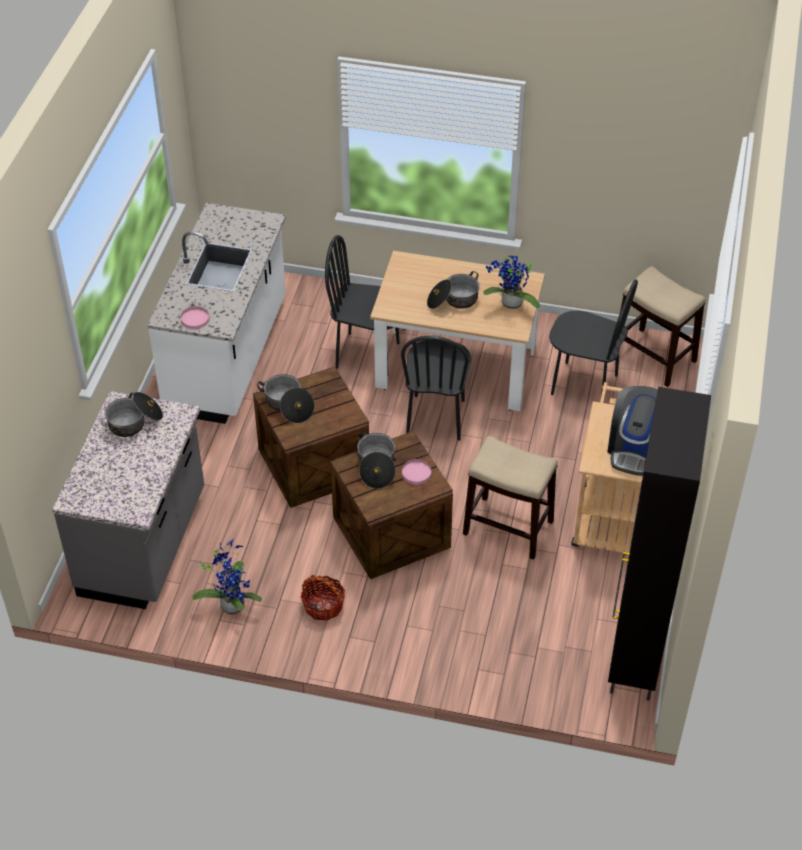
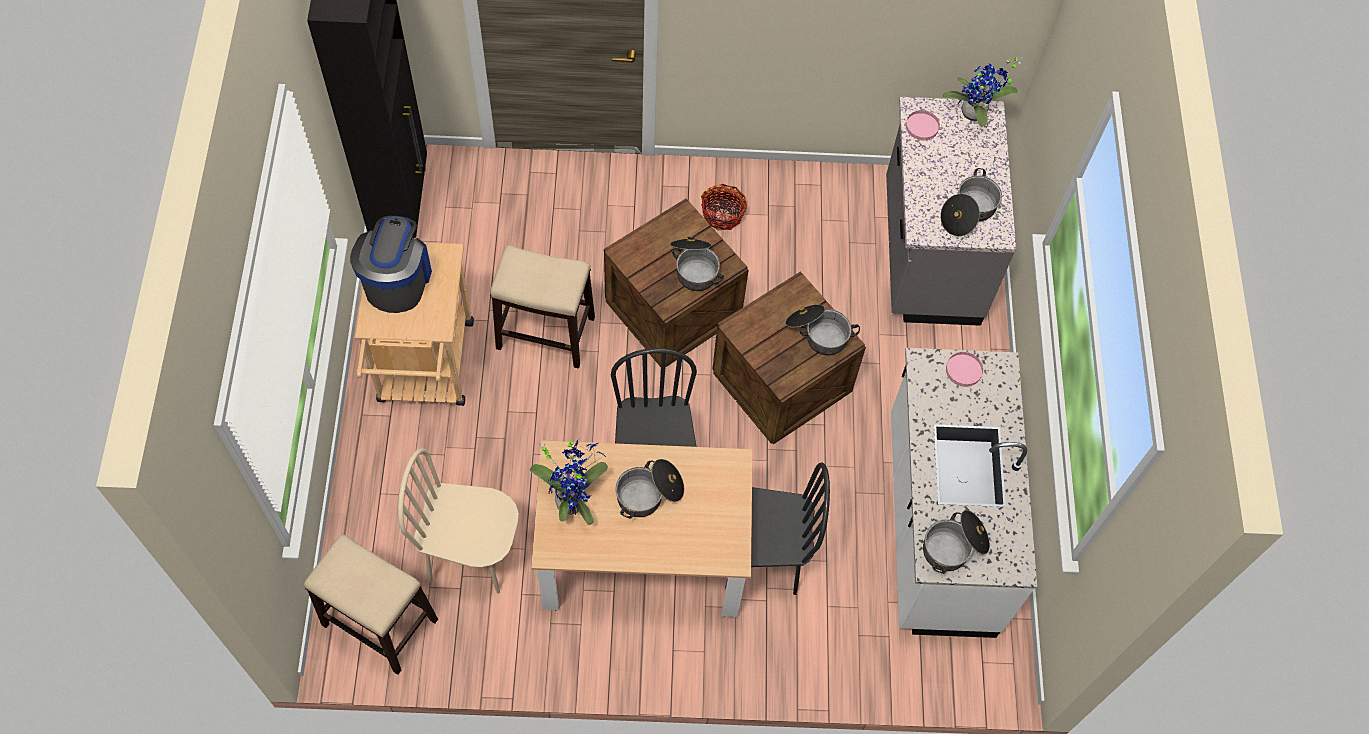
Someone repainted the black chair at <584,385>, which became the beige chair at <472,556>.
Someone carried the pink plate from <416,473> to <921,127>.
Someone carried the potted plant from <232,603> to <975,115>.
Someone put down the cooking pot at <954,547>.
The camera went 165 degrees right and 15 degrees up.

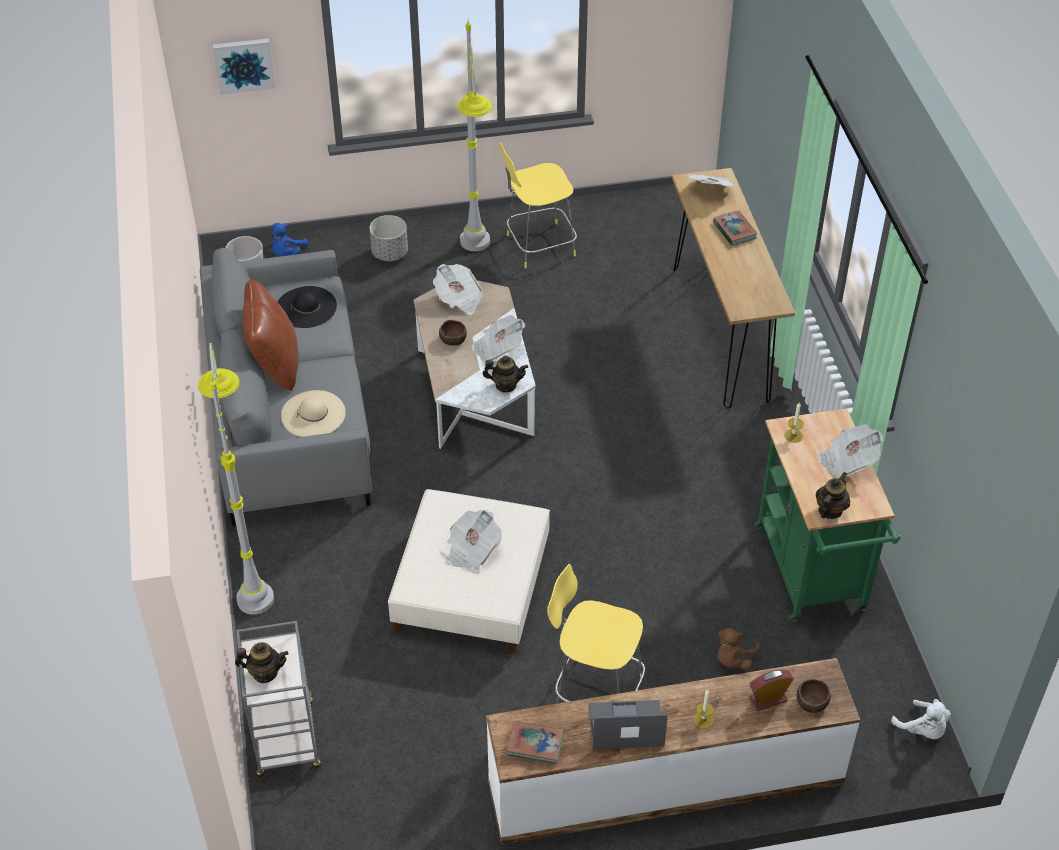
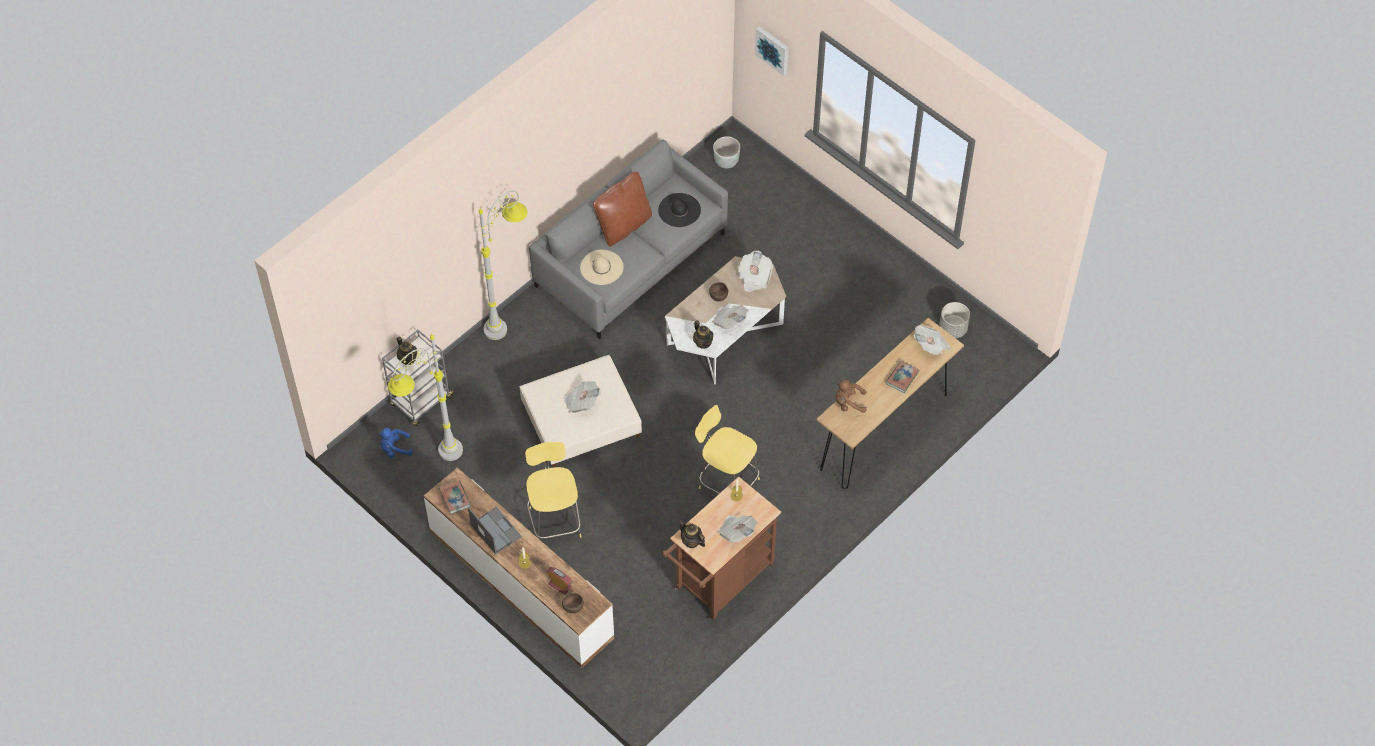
Someone carried the grey floor lamp from <477,258> to <433,462>.
Someone carried the yellow stool from <538,246> to <727,482>.
Someone carried the grey planter from <390,253> to <952,329>.
Someone carried the blue plush toy from <287,253> to <395,449>.
Someone repainted the green cart at <812,575>, which became the brown cart at <720,582>.
Someone rotated the teapot at <830,510> by 135 degrees counterclockwise.
Someone carried the brown plush toy from <733,659> to <848,403>.
Someone took away the white plush toy at <922,730>.
The camera went 55 degrees right and 10 degrees up.

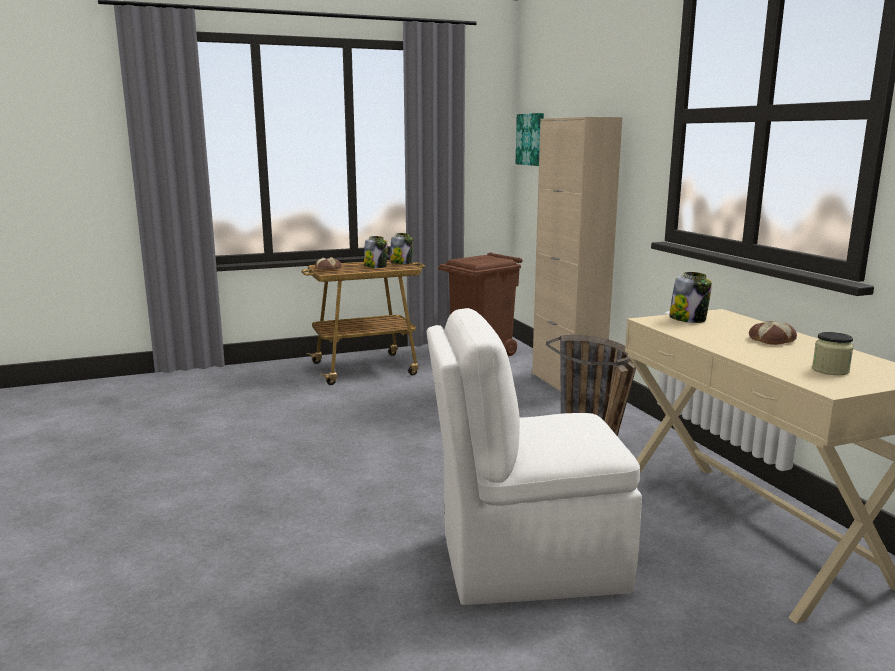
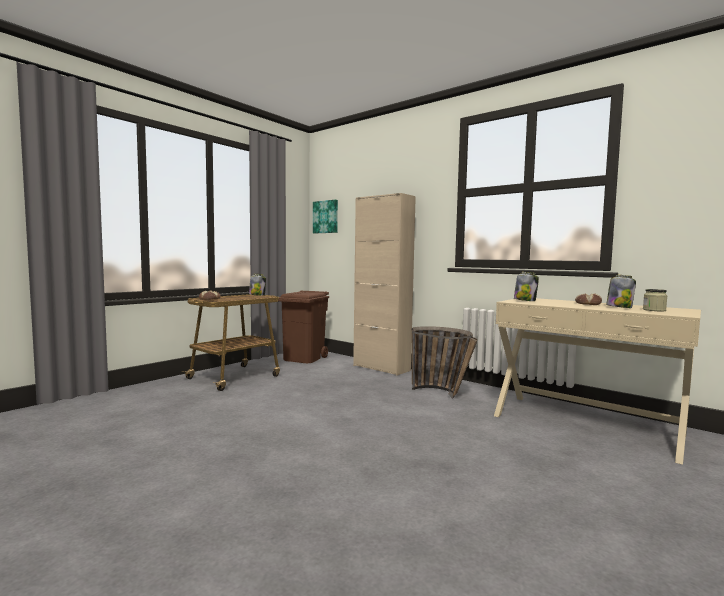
Someone carried the jar from <376,266> to <619,307>.
Someone took away the white chair at <526,562>.
The camera went 30 degrees left and 10 degrees down.

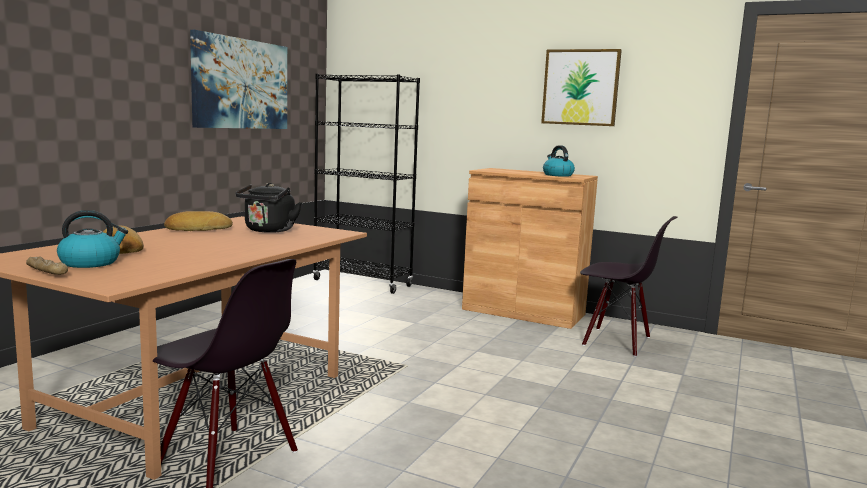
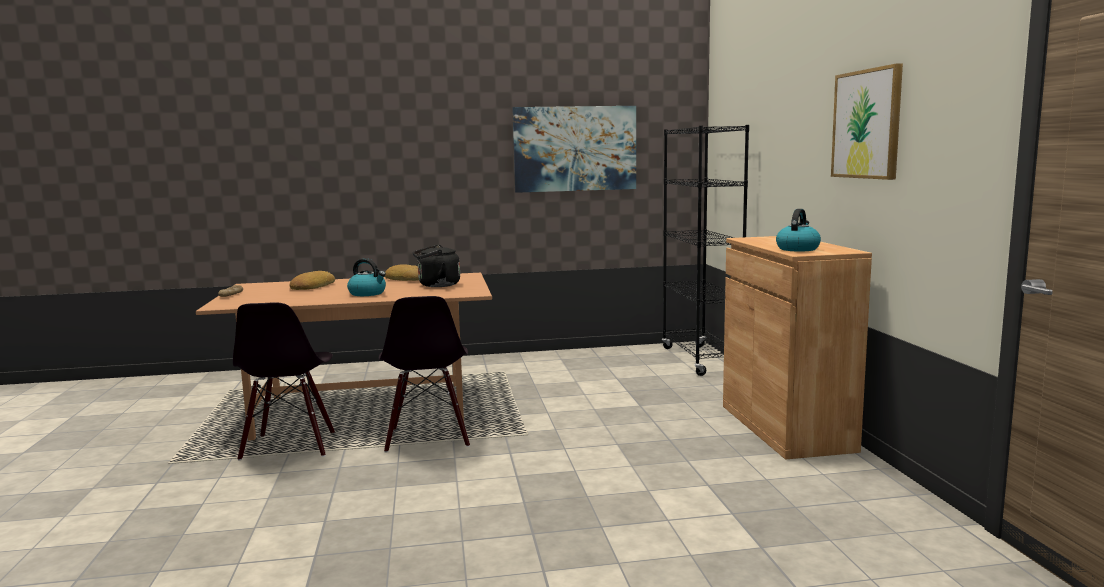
Someone carried the kettle from <91,263> to <368,293>.
Someone carried the black chair from <616,341> to <428,438>.
The camera went 55 degrees right and 0 degrees up.

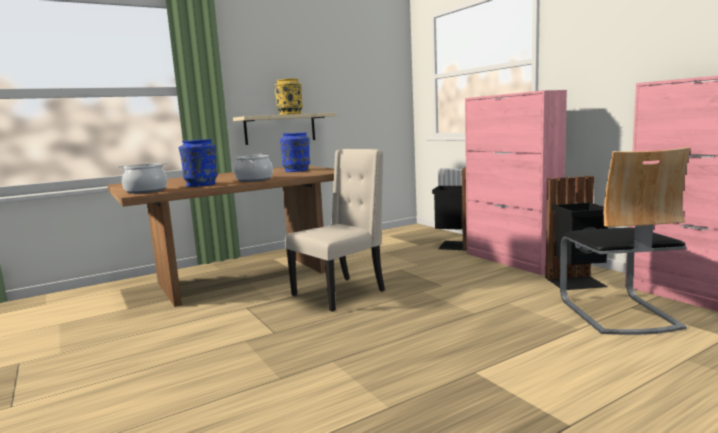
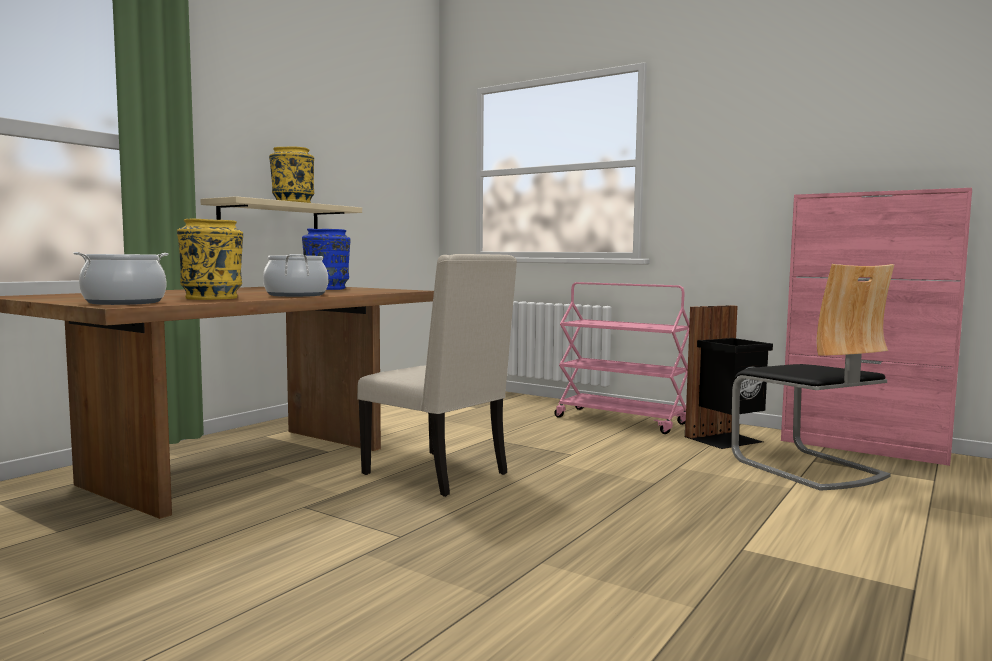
Someone swapped the pink cabinet at <511,261> for the pink cart at <621,420>.
Someone repainted the blue vase at <201,184>, which became the yellow vase at <212,298>.
Someone rotated the beige chair at <340,293> by 105 degrees clockwise.
Someone took away the black trash can at <453,245>.
The camera went 25 degrees left and 5 degrees down.

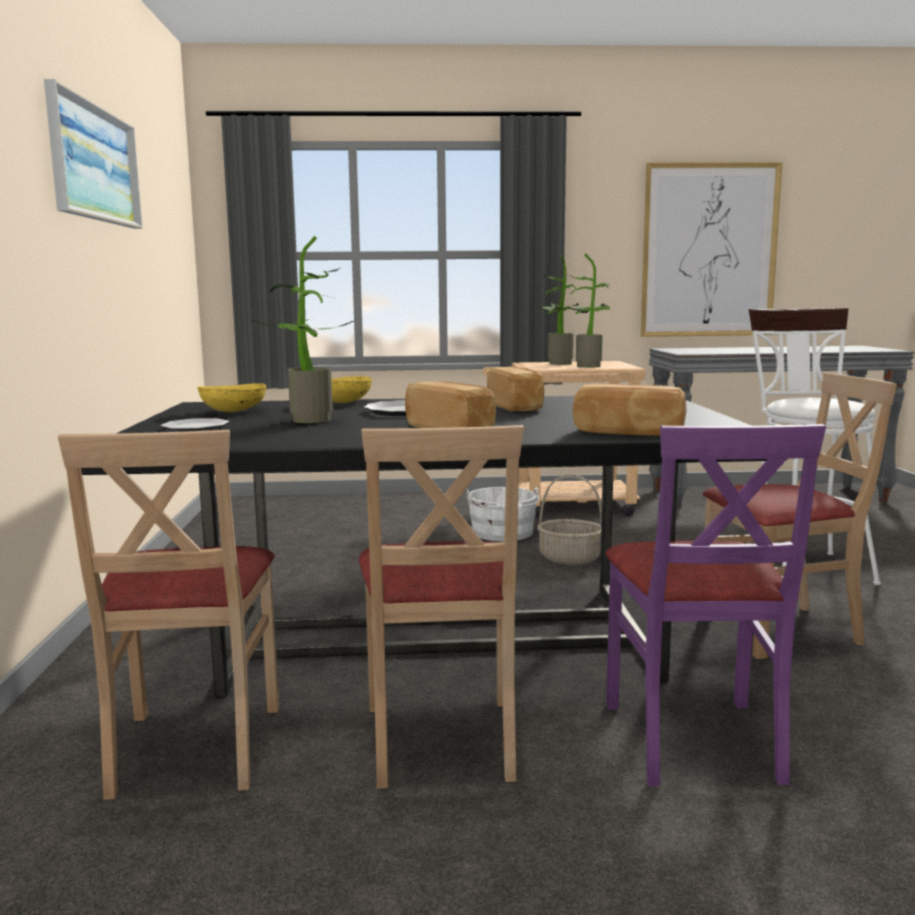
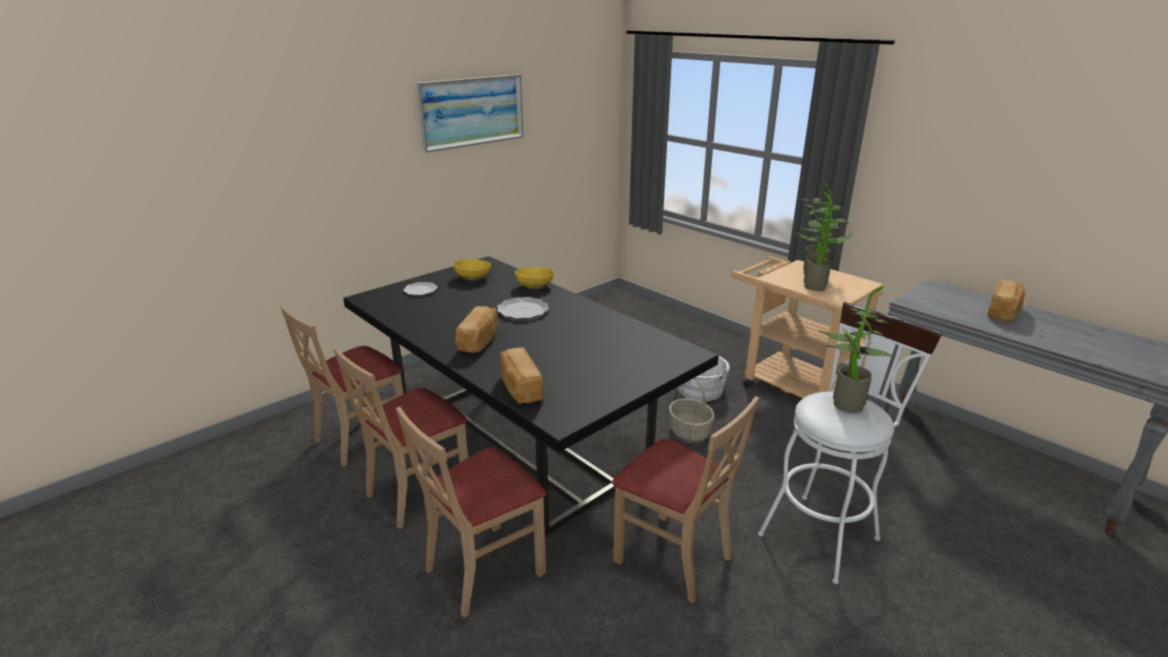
Someone took away the picture at <709,251>.
Someone carried the potted plant from <306,421> to <843,405>.
Someone carried the bread from <516,407> to <1003,312>.
Someone repainted the purple chair at <694,739>, which became the beige chair at <484,569>.
The camera went 50 degrees right and 15 degrees up.

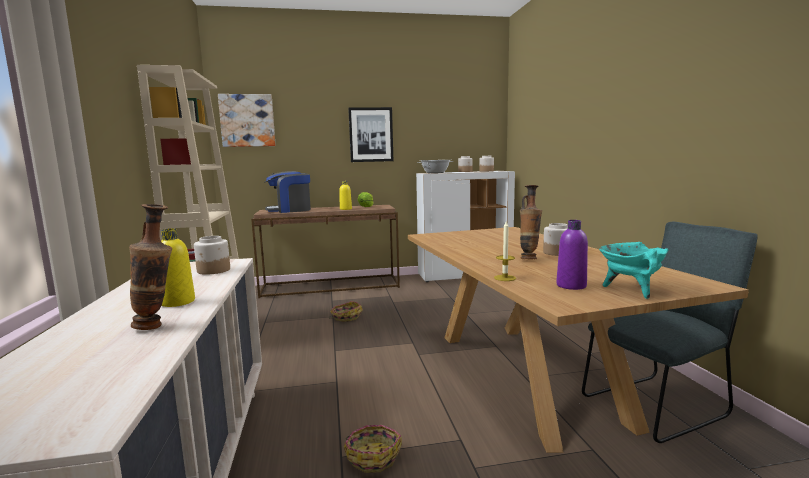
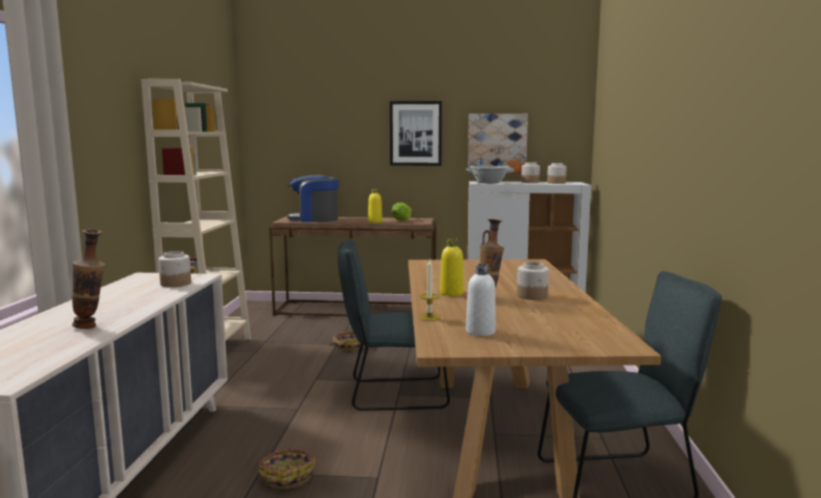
Someone carried the picture from <247,120> to <497,143>.
Someone repainted the purple bottle at <571,286>, which became the white bottle at <480,332>.
Someone carried the yellow bottle from <177,302> to <451,293>.
Someone took away the turquoise cooking pot at <630,290>.
Someone put down the grey chair at <393,394>.
The camera went 15 degrees right and 0 degrees up.

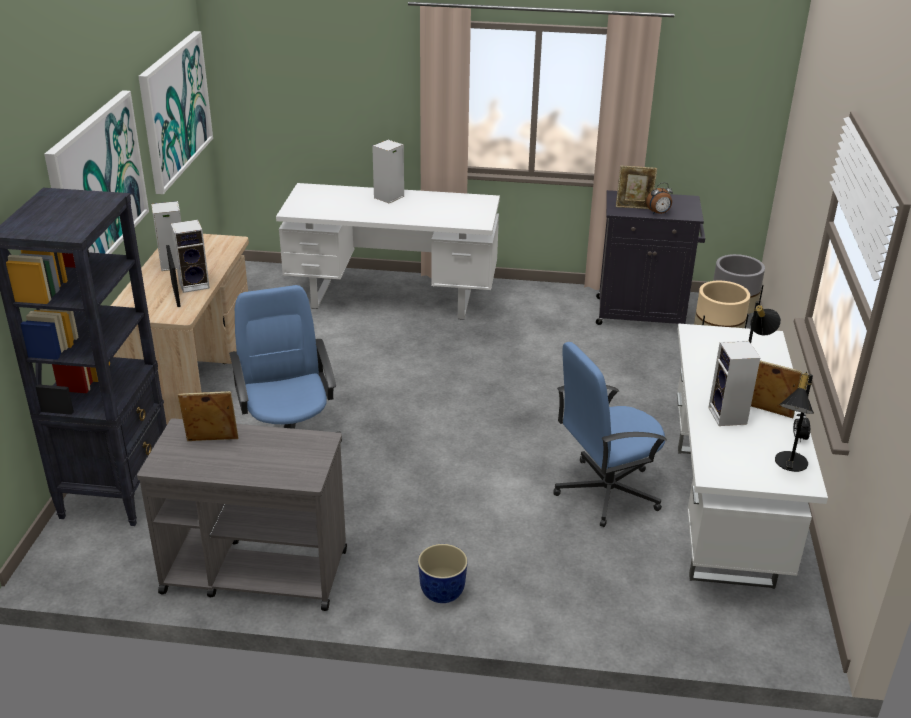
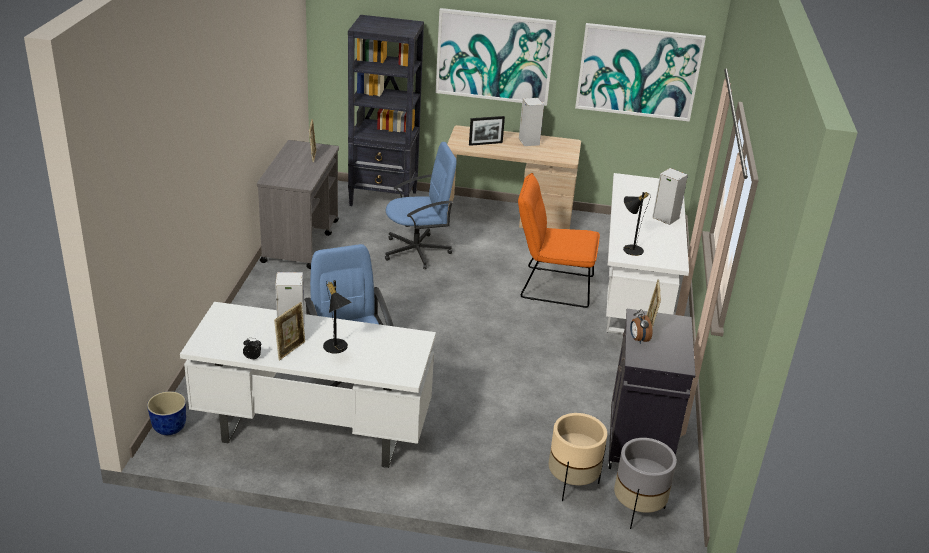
Someone took away the speaker at <195,284>.
Someone carried the black table lamp from <787,464> to <630,248>.
Someone carried the planter from <441,593> to <169,428>.
Someone put down the orange chair at <551,286>.
The camera went 90 degrees right and 0 degrees up.

